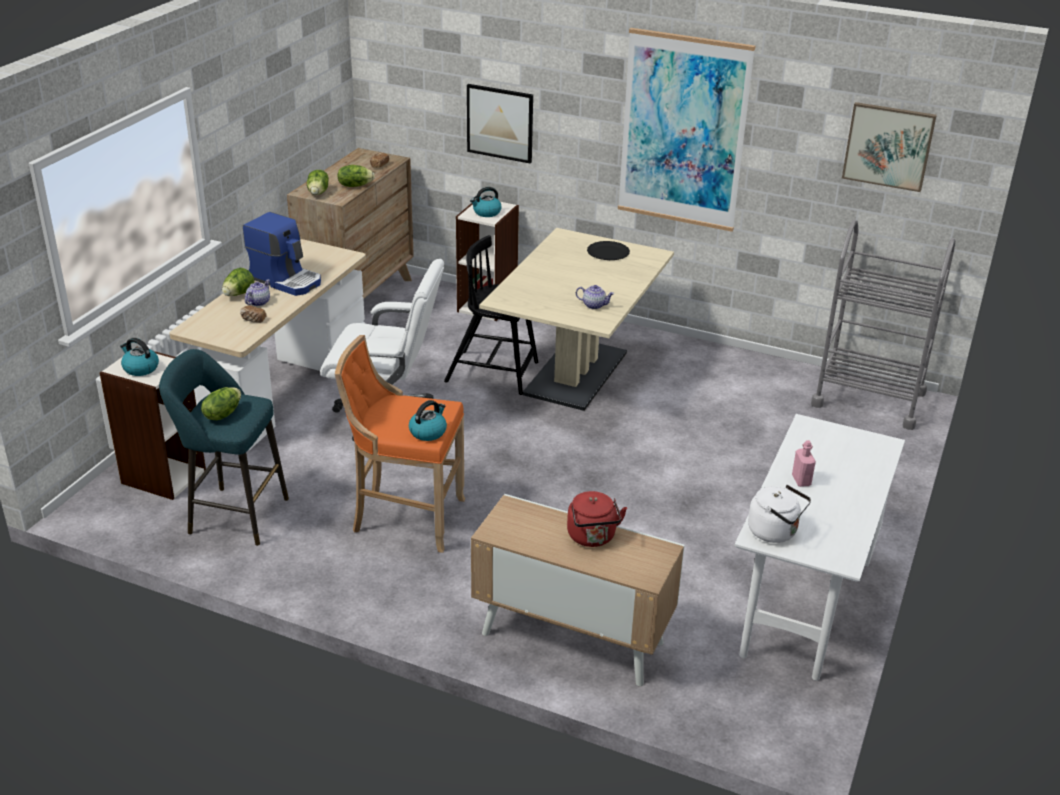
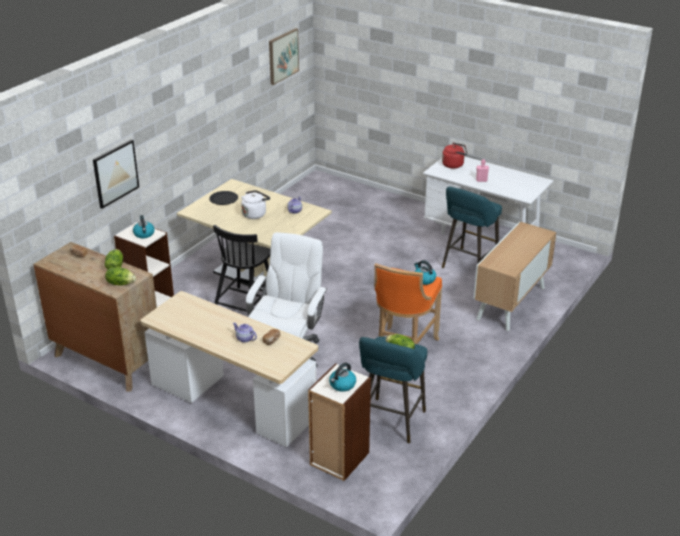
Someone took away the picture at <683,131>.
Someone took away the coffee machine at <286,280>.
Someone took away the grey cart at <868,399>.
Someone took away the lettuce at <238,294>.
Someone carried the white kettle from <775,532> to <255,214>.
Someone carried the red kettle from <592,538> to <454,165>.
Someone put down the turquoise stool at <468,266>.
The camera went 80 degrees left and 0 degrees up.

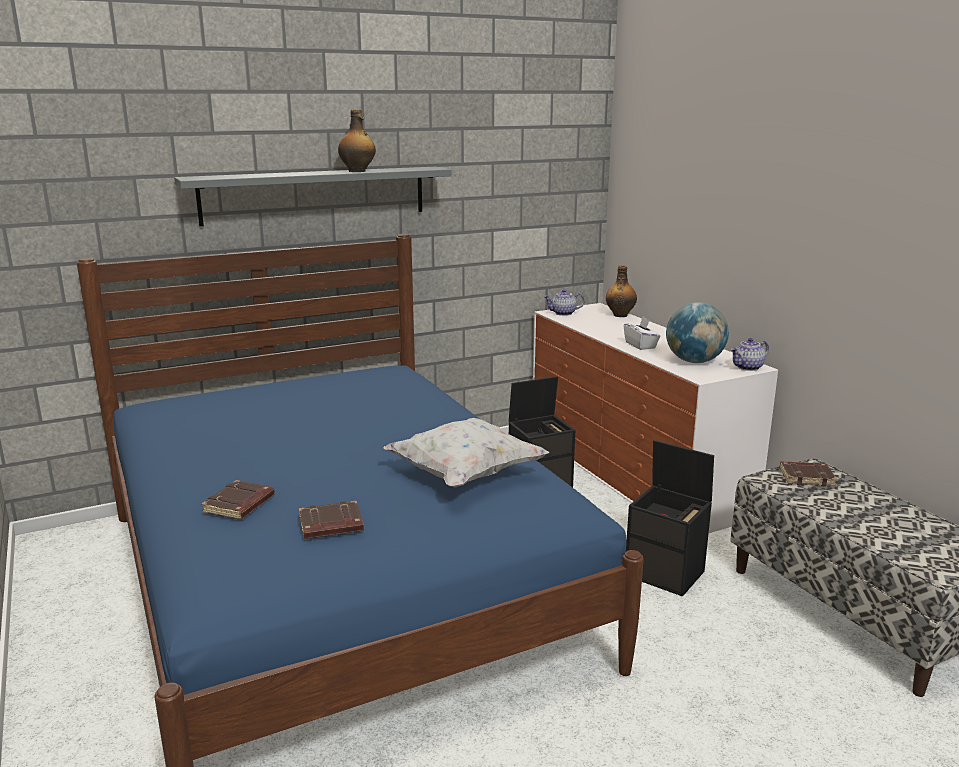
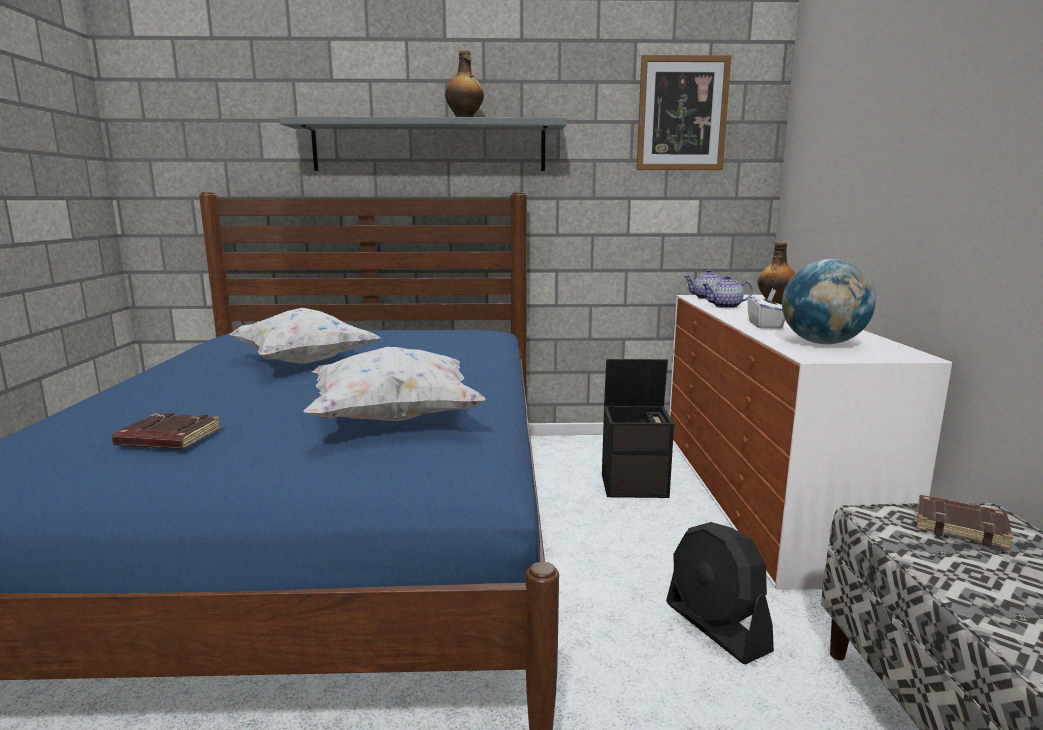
Someone carried the teapot from <748,368> to <725,307>.
Someone swapped the black storage box at <666,573> for the black fan at <716,627>.
Someone took away the brown book at <239,505>.
Someone put up the picture at <682,114>.
Someone put down the white pillow at <304,362>.
The camera went 25 degrees right and 5 degrees down.

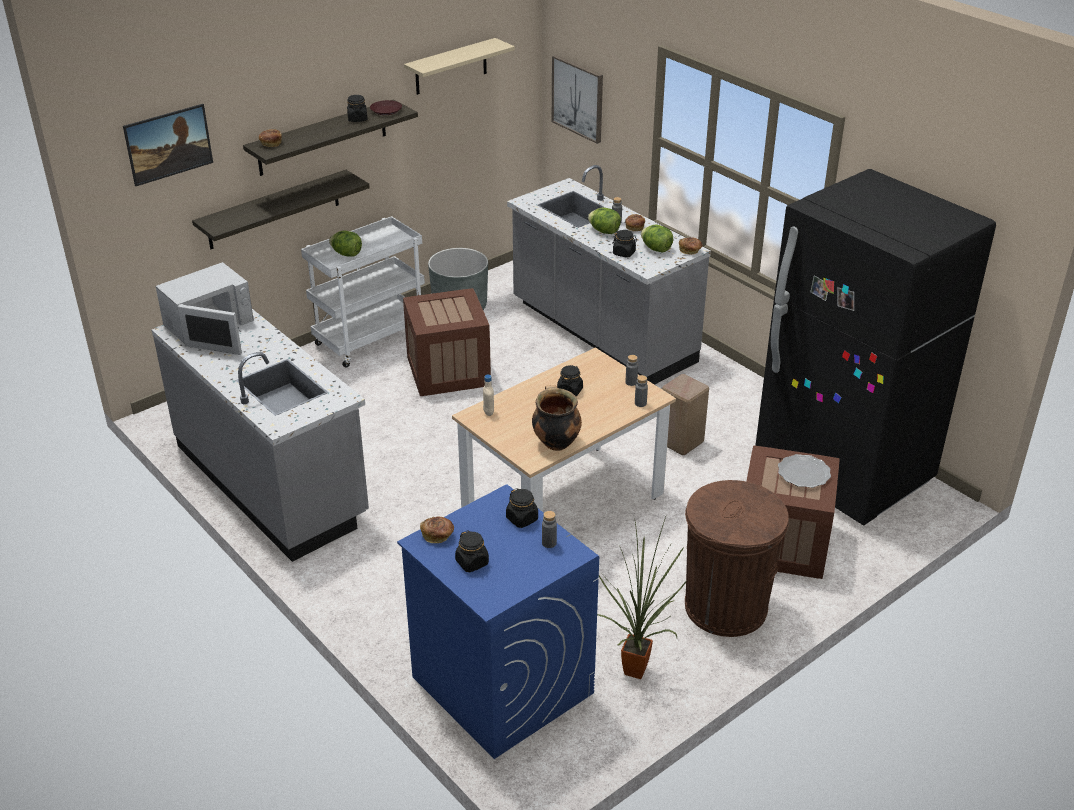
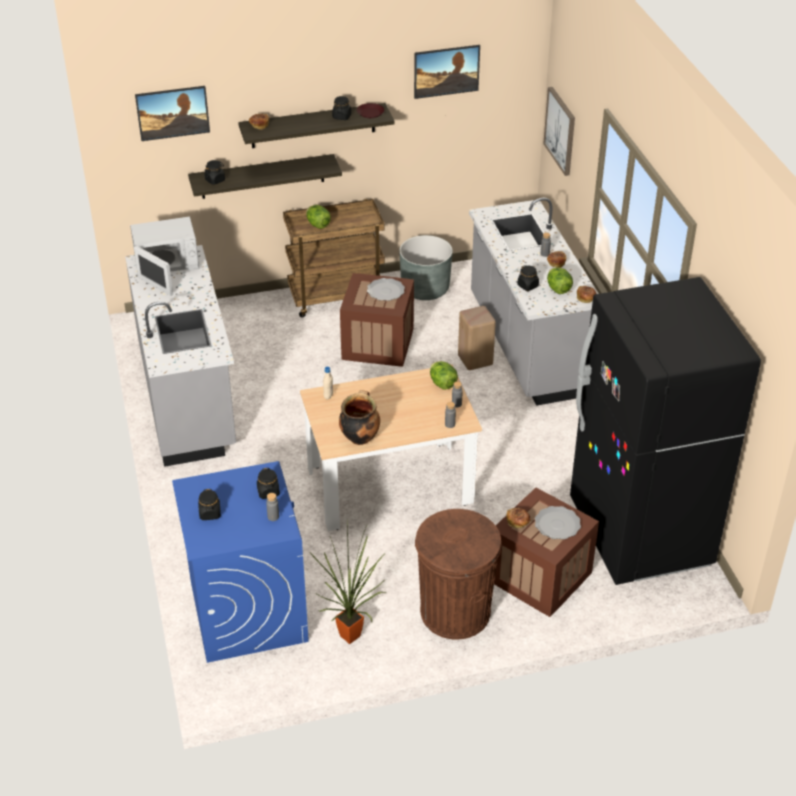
Someone swapped the beige shelf at <451,67> for the picture at <446,82>.
Someone carried the lettuce from <604,231> to <442,384>.
Someone repainted the white cart at <370,338>, which became the brown cart at <336,296>.
Someone carried the black jar from <570,391> to <215,180>.
Someone carried the beige stool from <682,442> to <476,360>.
Someone carried the bread from <438,535> to <518,522>.
Someone put down the plate at <386,291>.
The camera went 25 degrees right and 5 degrees up.

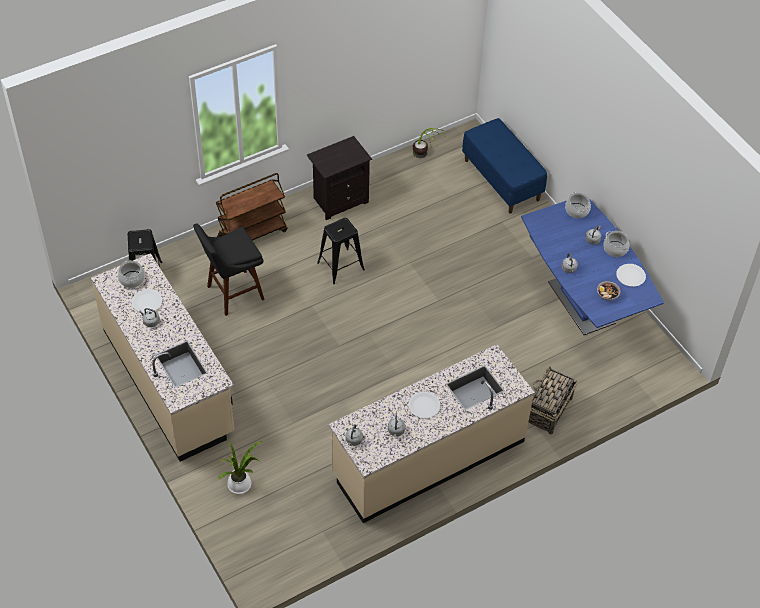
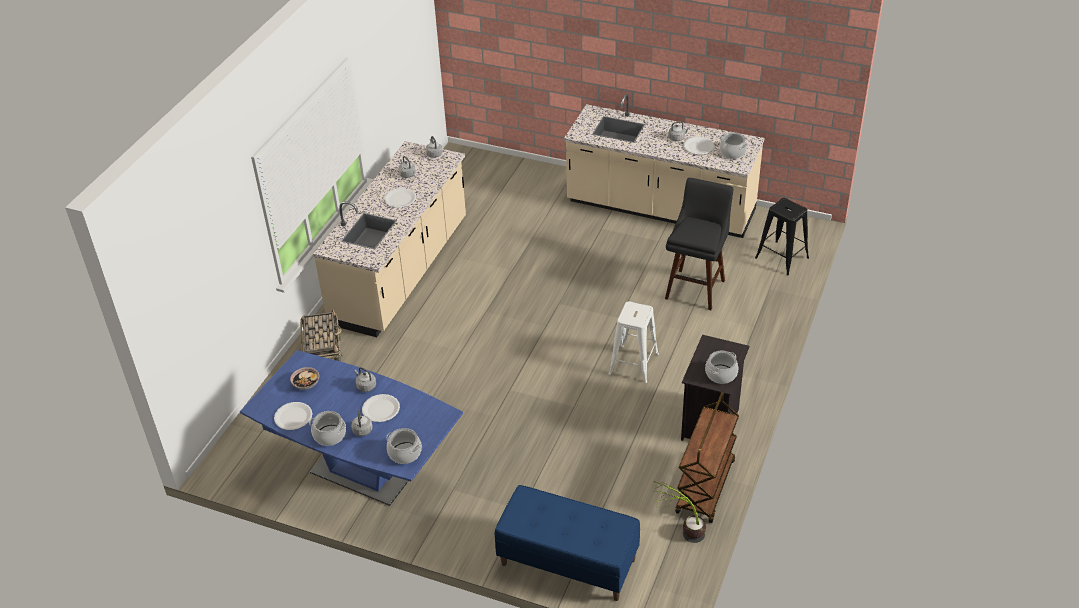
Someone carried the brown cart from <253,233> to <706,488>.
Someone repainted the black stool at <340,266>, which became the white stool at <633,363>.
Someone took away the potted plant at <241,484>.
Someone put down the cooking pot at <721,374>.
Someone put down the white plate at <381,409>.
The camera went 145 degrees right and 10 degrees down.

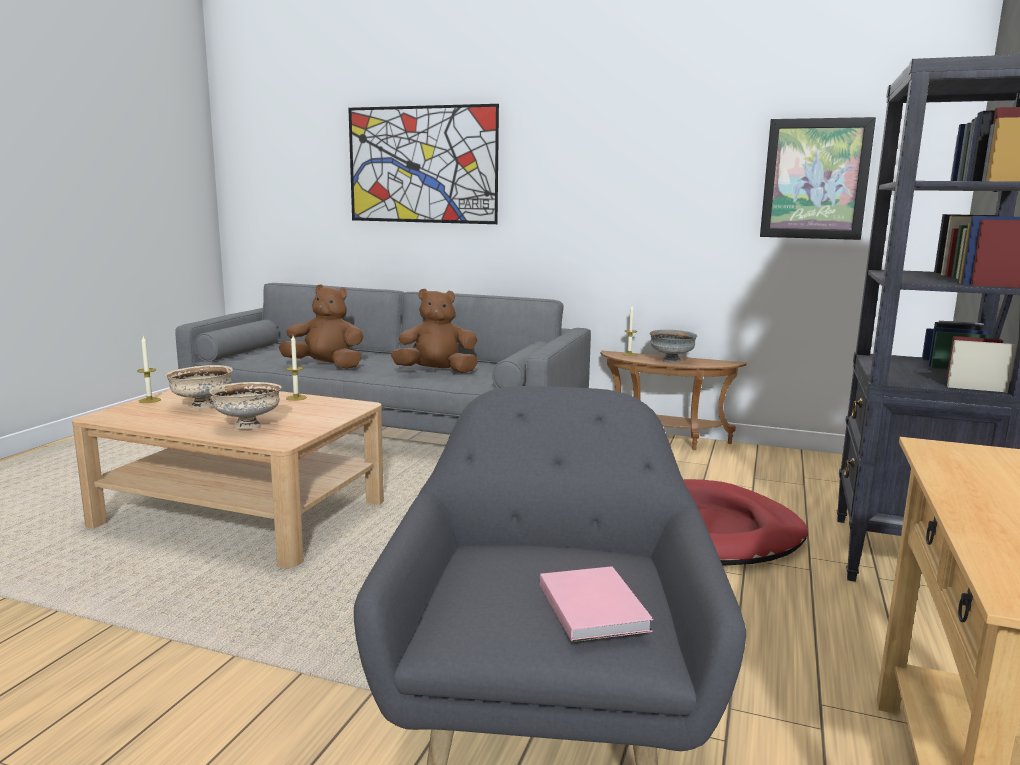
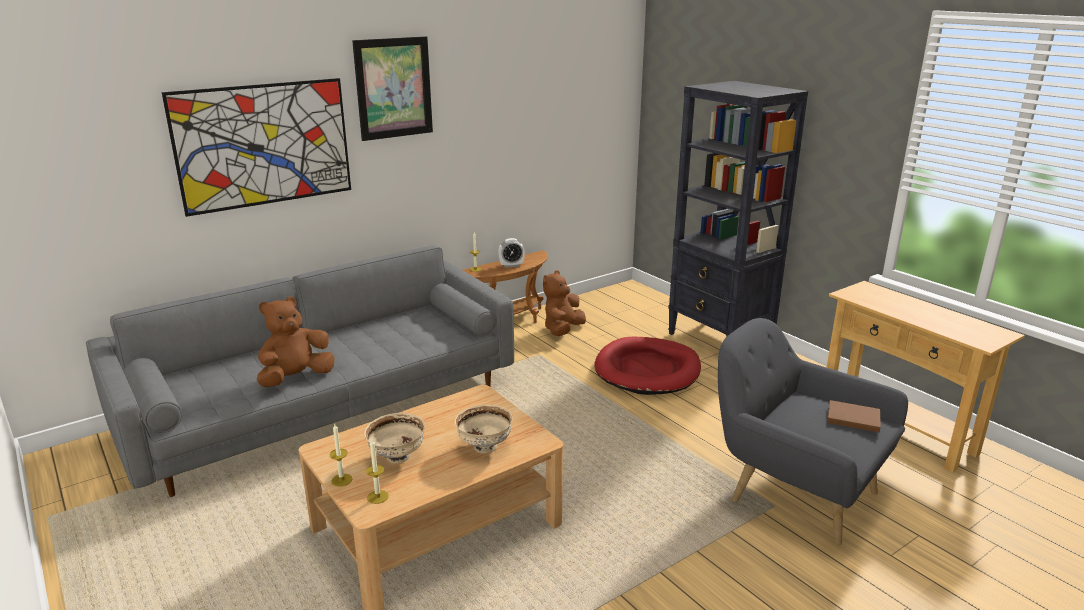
Someone carried the picture from <815,179> to <393,88>.
Someone carried the brown plush toy from <436,372> to <563,330>.
Someone swapped the grey bowl at <672,361> for the alarm clock at <511,265>.
Someone carried the candle from <296,398> to <377,497>.
Someone repainted the pink book at <593,605>, which became the brown book at <851,417>.
The camera went 55 degrees left and 10 degrees up.

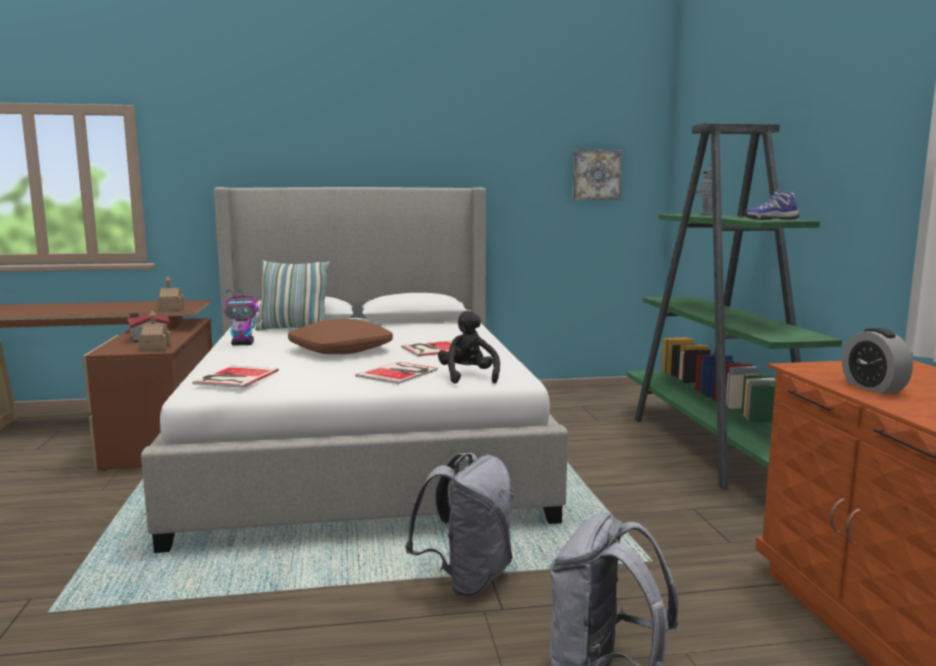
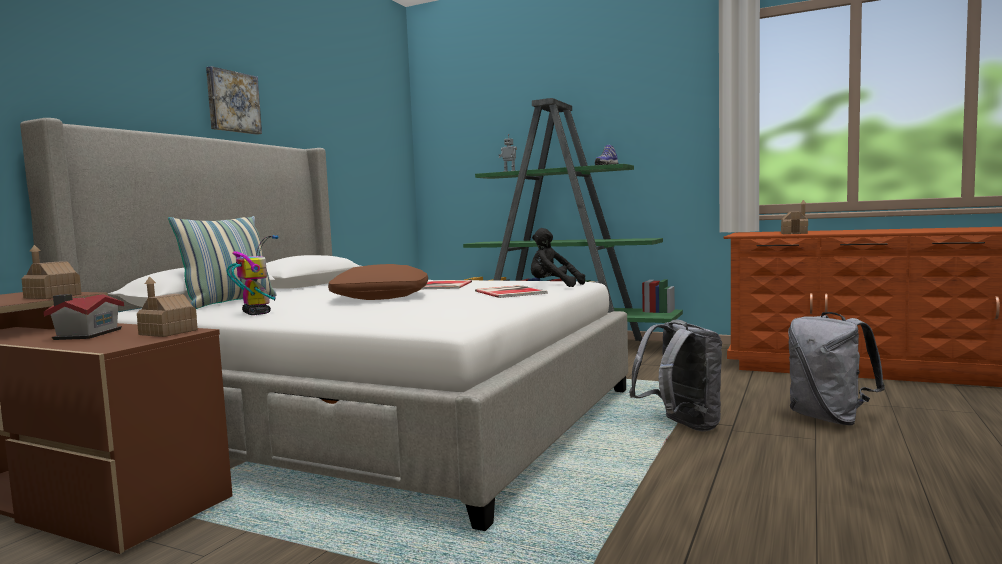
Someone carried the picture from <596,175> to <232,102>.
Someone rotated the toy robot at <243,344> by 60 degrees counterclockwise.
Someone swapped the alarm clock at <873,387> for the toy house at <794,233>.
Someone took away the book at <234,377>.
The camera went 55 degrees left and 5 degrees down.

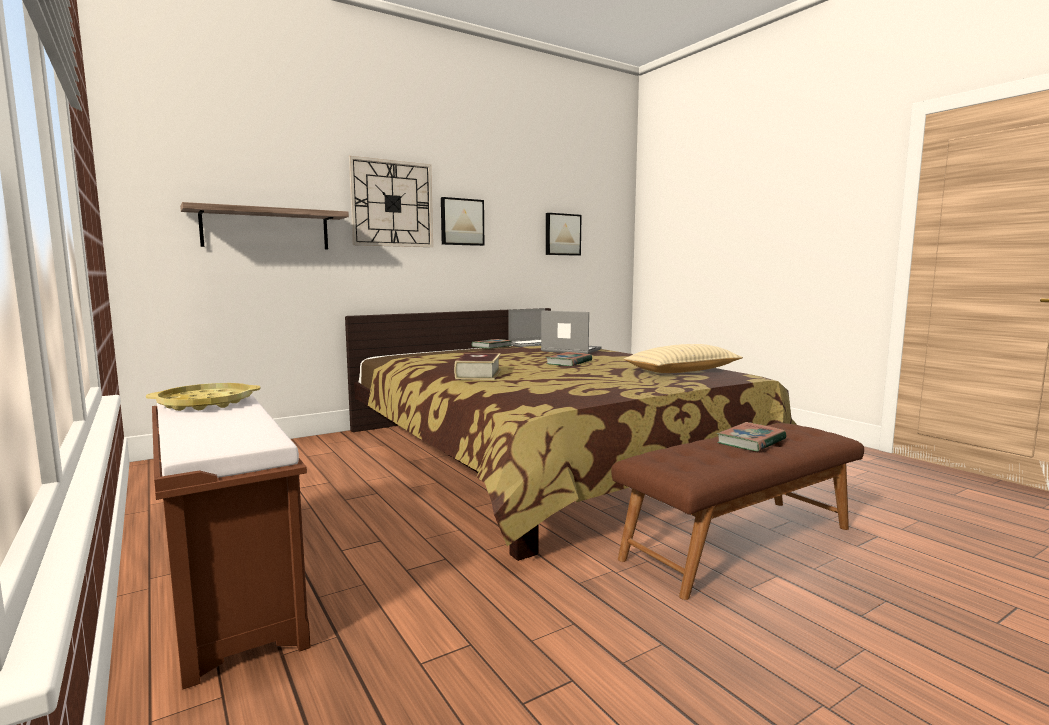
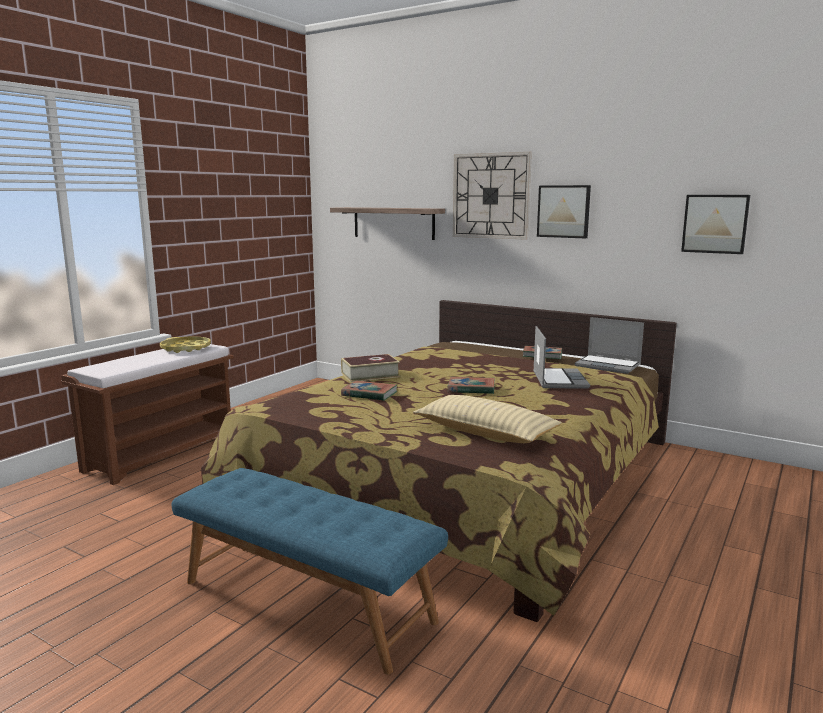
Someone carried the book from <751,441> to <369,394>.
Someone repainted the brown bench at <738,542>, which became the blue bench at <308,600>.
The camera went 65 degrees right and 5 degrees up.

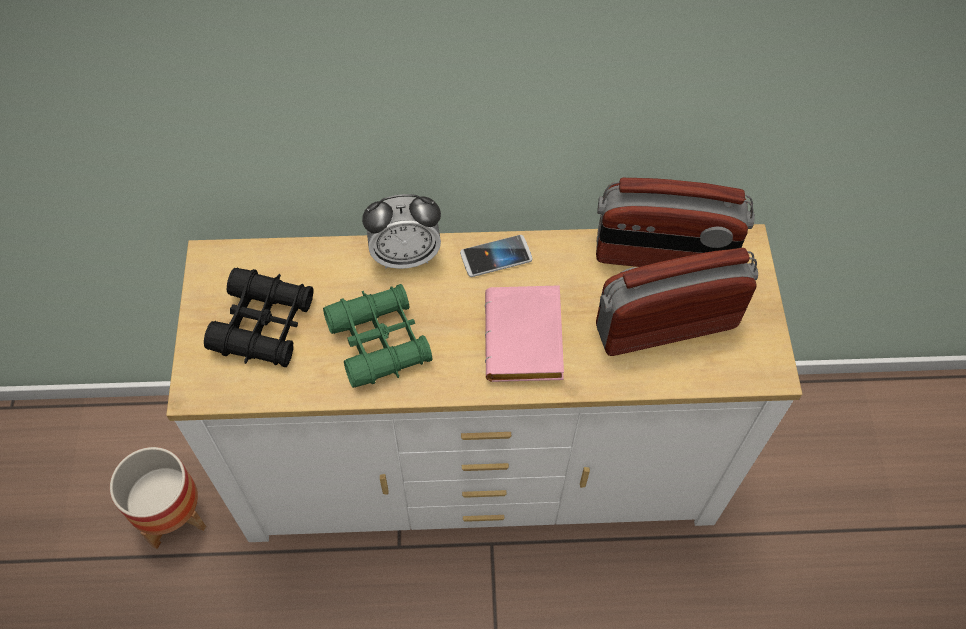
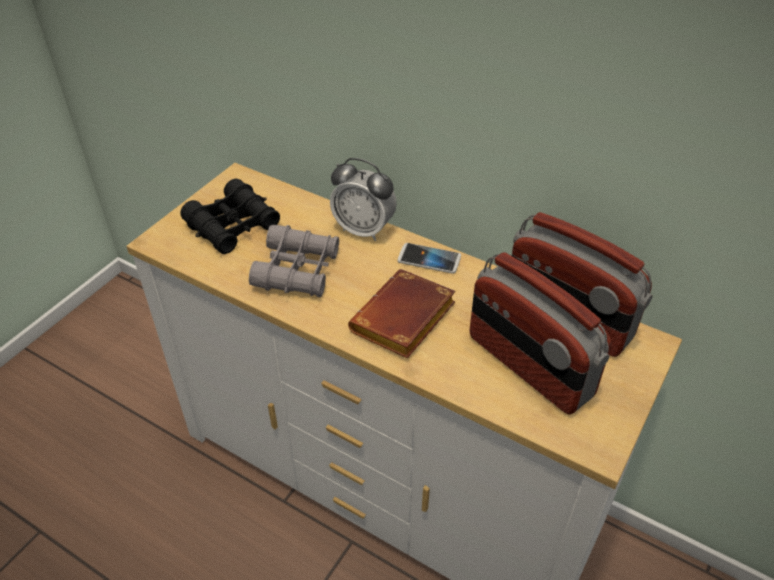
Someone rotated the radio at <665,325> by 150 degrees counterclockwise.
Someone repainted the green binoculars at <379,341>, which became the grey binoculars at <297,270>.
Someone repainted the pink book at <527,341>, which became the brown book at <404,322>.
Someone took away the planter at <173,515>.
The camera went 35 degrees right and 15 degrees down.

